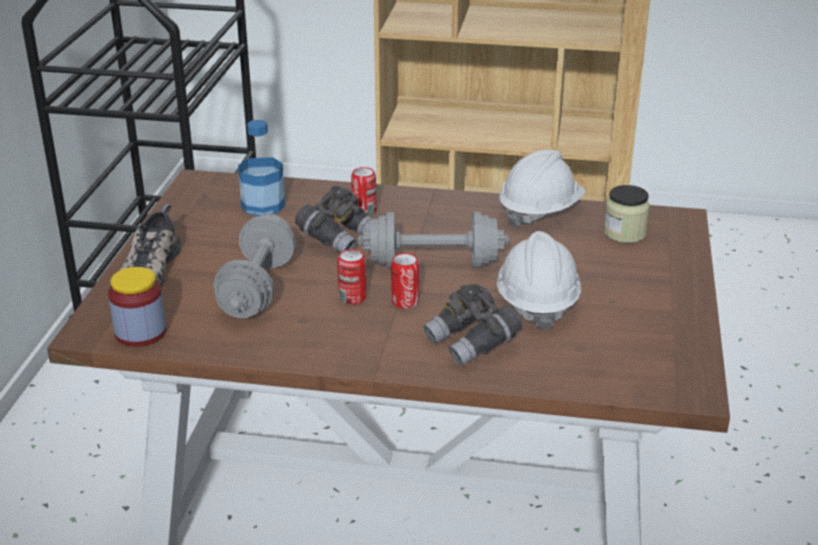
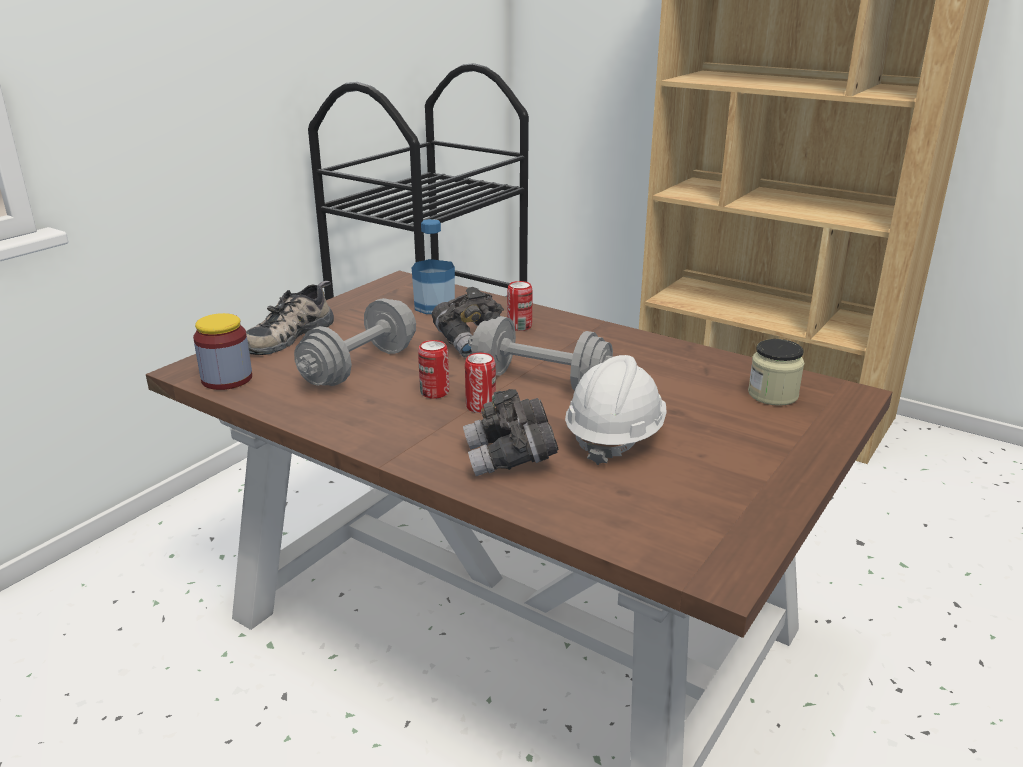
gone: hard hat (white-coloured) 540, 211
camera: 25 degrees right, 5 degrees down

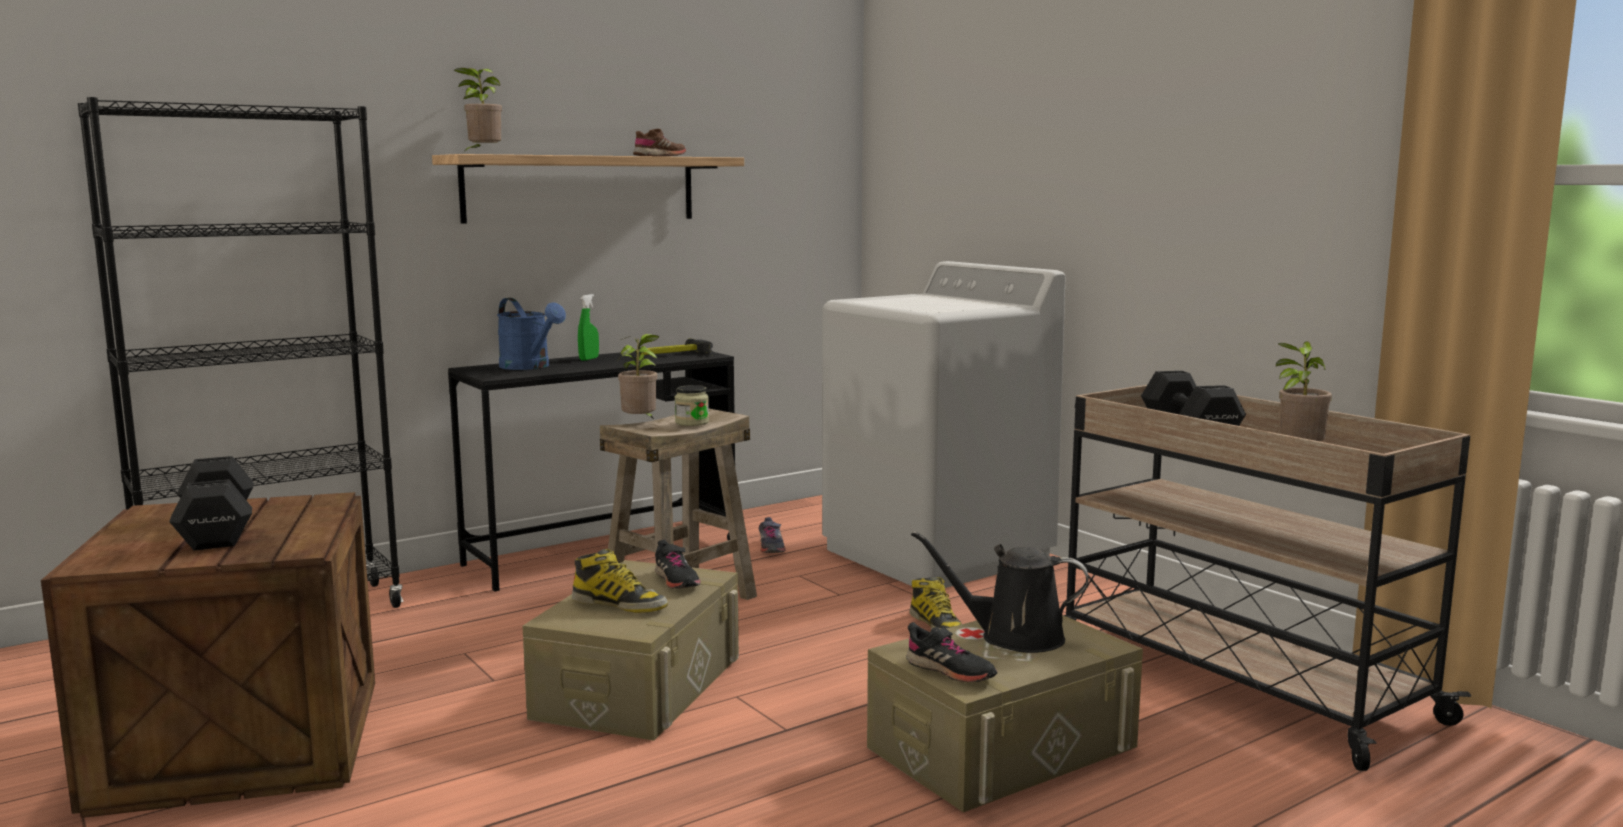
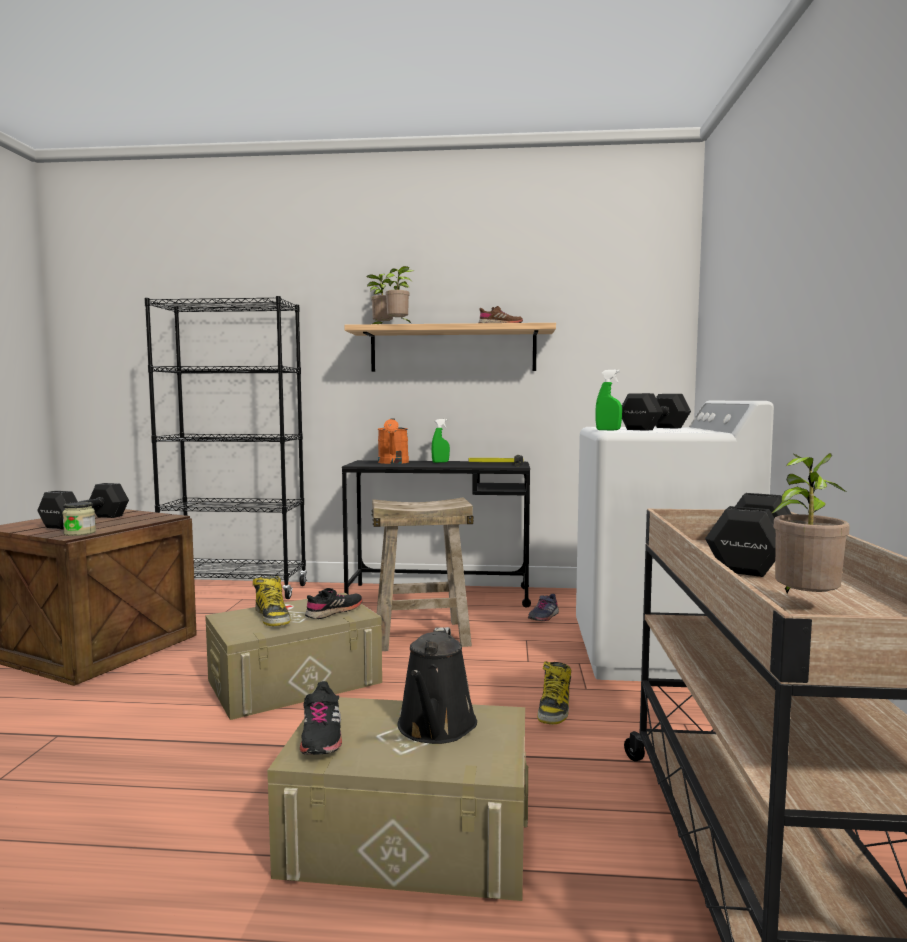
new: sprayer (greenish) 608, 430; dumbbell (blackish) 656, 428
shifted: jar 692, 422 to 80, 533; potted plant 641, 423 to 399, 324
repainted: watering pot (blue-coloured) 530, 367 to watering pot (orangey) 393, 463
rotated: shoe (blackish) 676, 581 = 334, 612 150 degrees counterclockwise; watering pot (blackish) 1013, 637 = 436, 728 135 degrees counterclockwise
camera: 40 degrees right, 5 degrees down

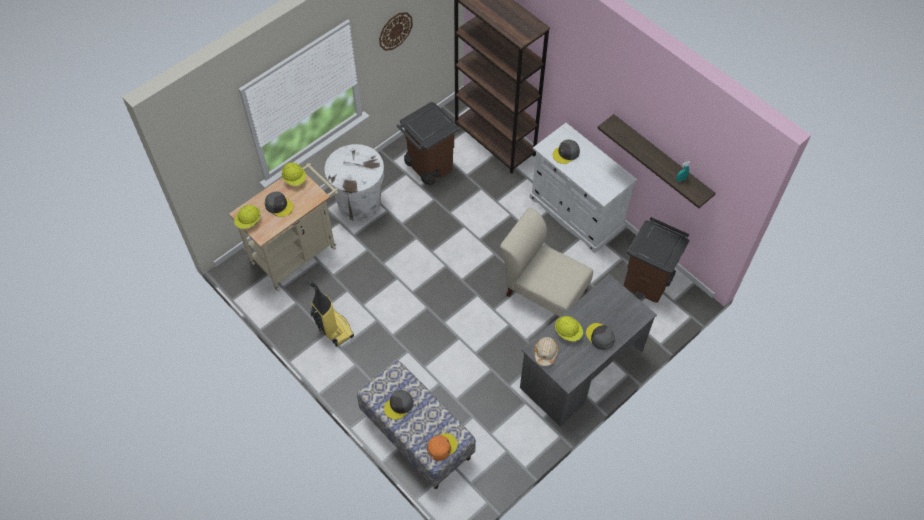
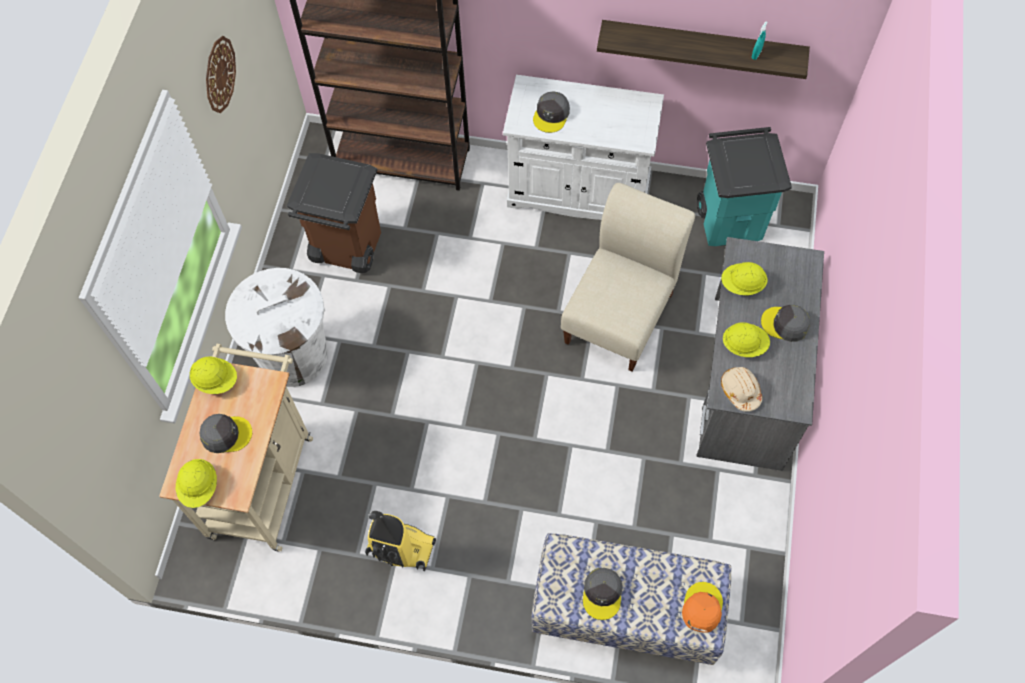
new: hard hat (yellow-coloured) 742, 285
repainted: trash can (brownish) 648, 282 to trash can (blue-green) 731, 221
rotated: plain chair (sand-coloured) 543, 290 = 621, 313 120 degrees clockwise
camera: 35 degrees left, 5 degrees up

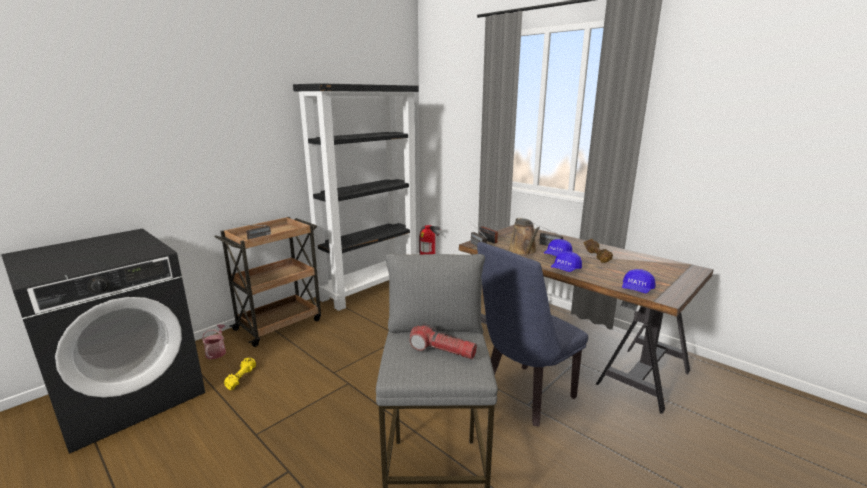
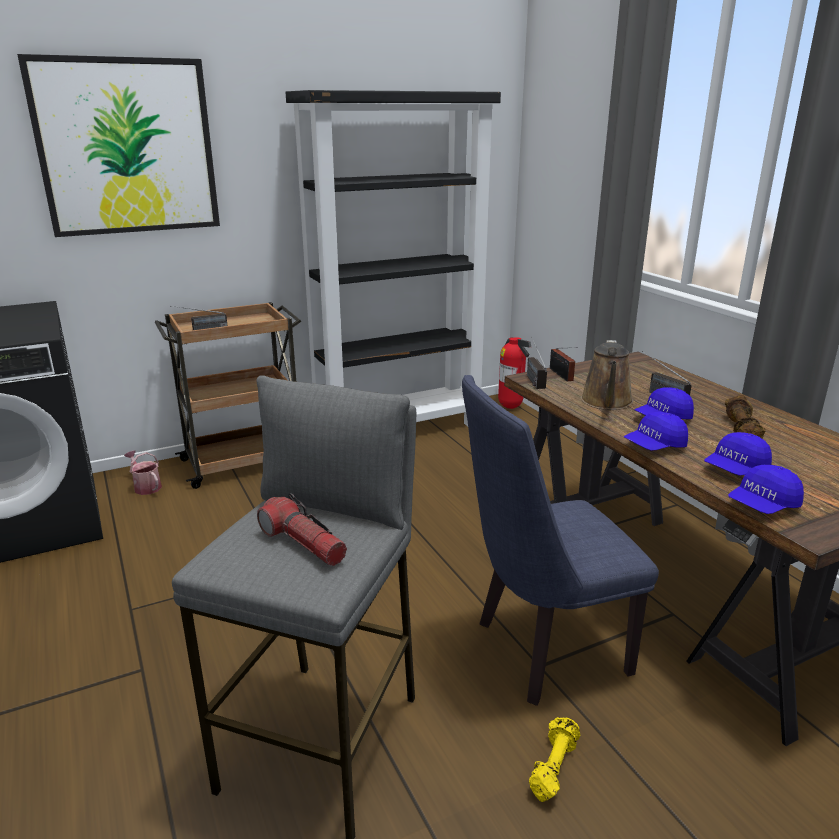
new: picture 127, 147; cap (blue-coloured) 735, 469
shifted: dumbbell (yellow-coloured) 241, 378 to 552, 767
rotated: watering pot 217, 352 = 146, 486 60 degrees counterclockwise
camera: 20 degrees right, 5 degrees up

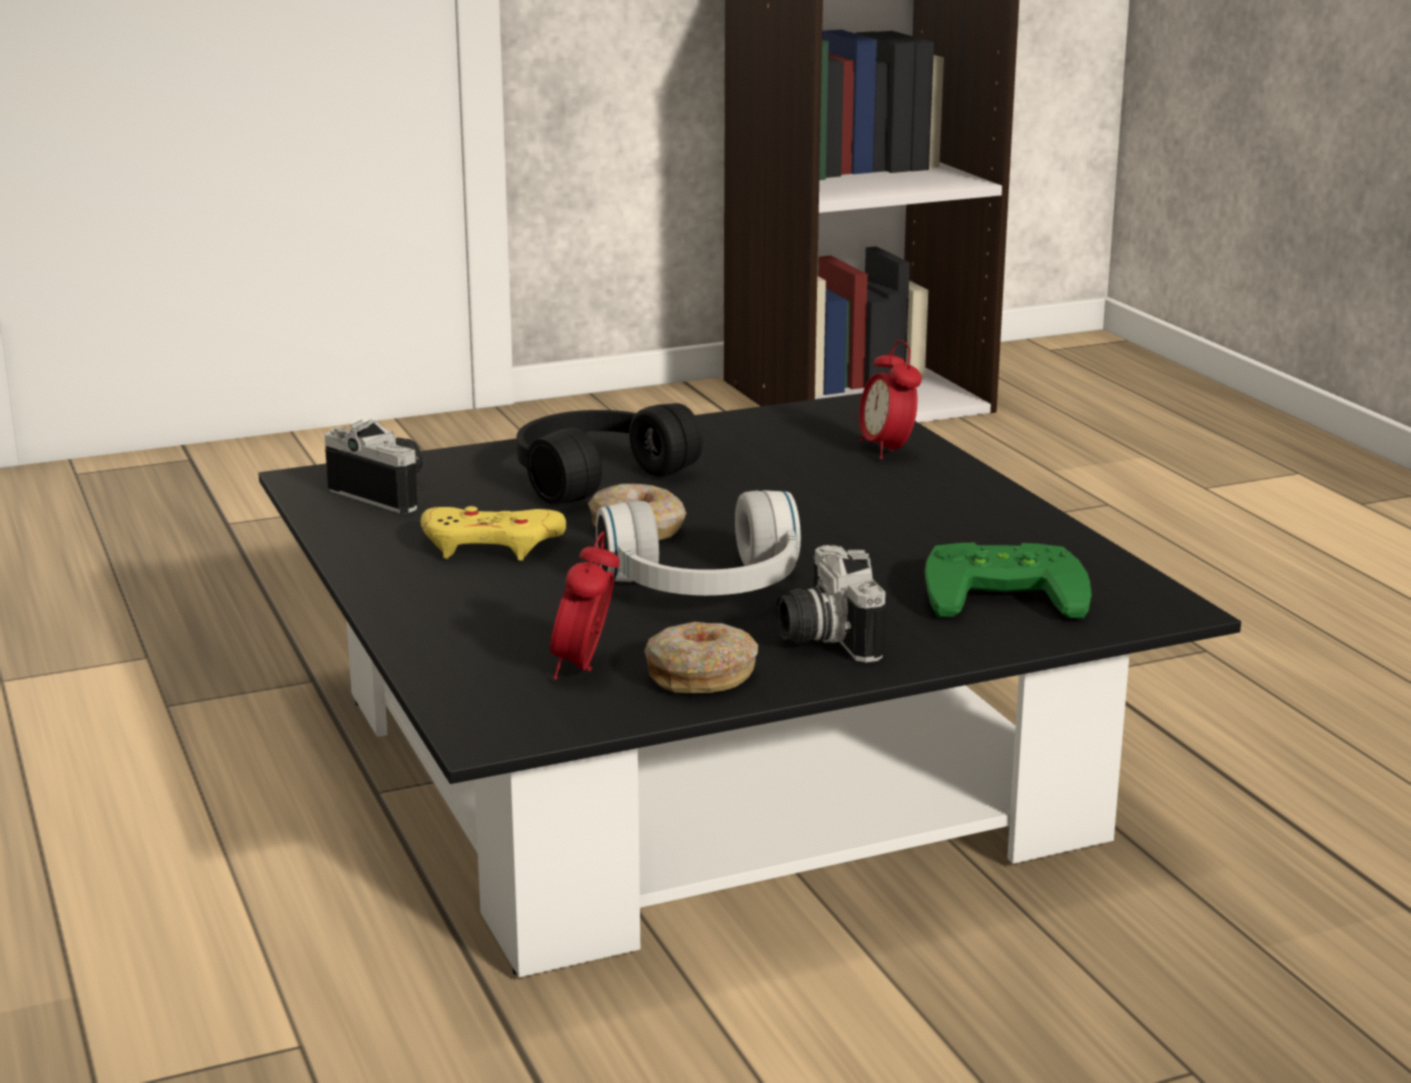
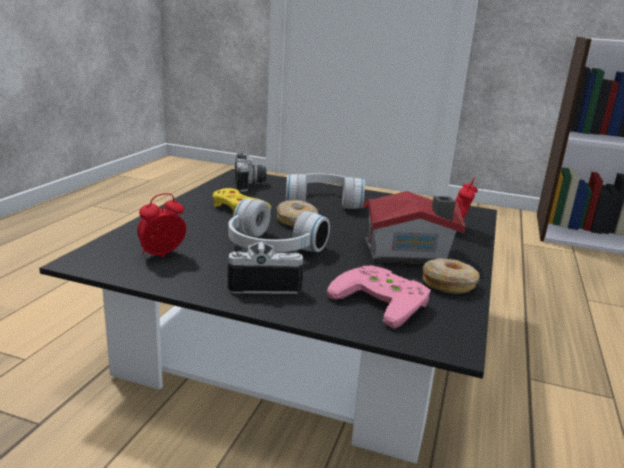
new: toy house 409, 253
shifted: doughnut 701, 675 to 449, 284
repainted: pair of headphones (blackish) 593, 476 to pair of headphones (white-coloured) 323, 201; joypad (greenish) 1003, 591 to joypad (pinkish) 384, 300
rotated: still camera 822, 638 = 264, 283 60 degrees clockwise
camera: 40 degrees right, 0 degrees up

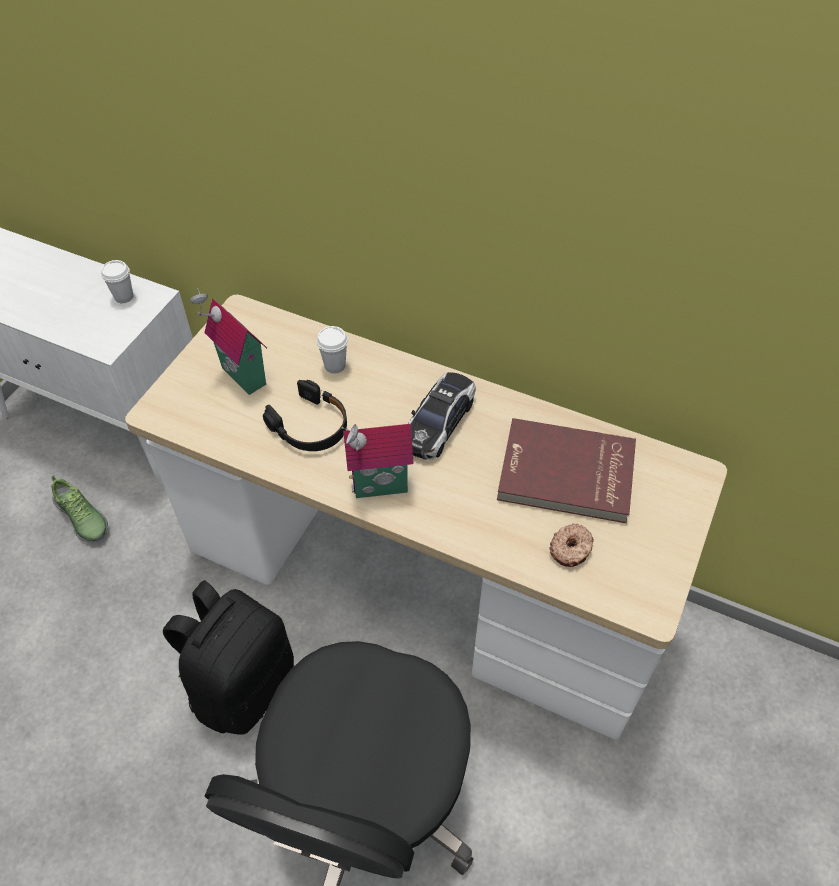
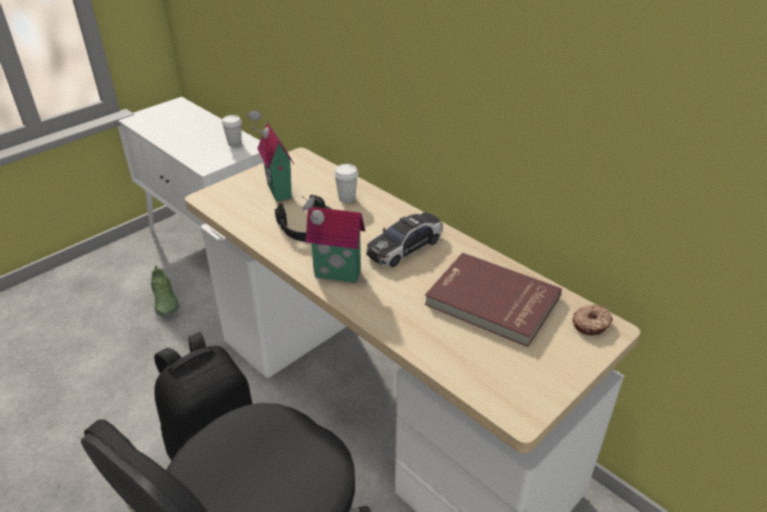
shifted: doughnut 571, 549 to 591, 325
camera: 20 degrees right, 15 degrees down

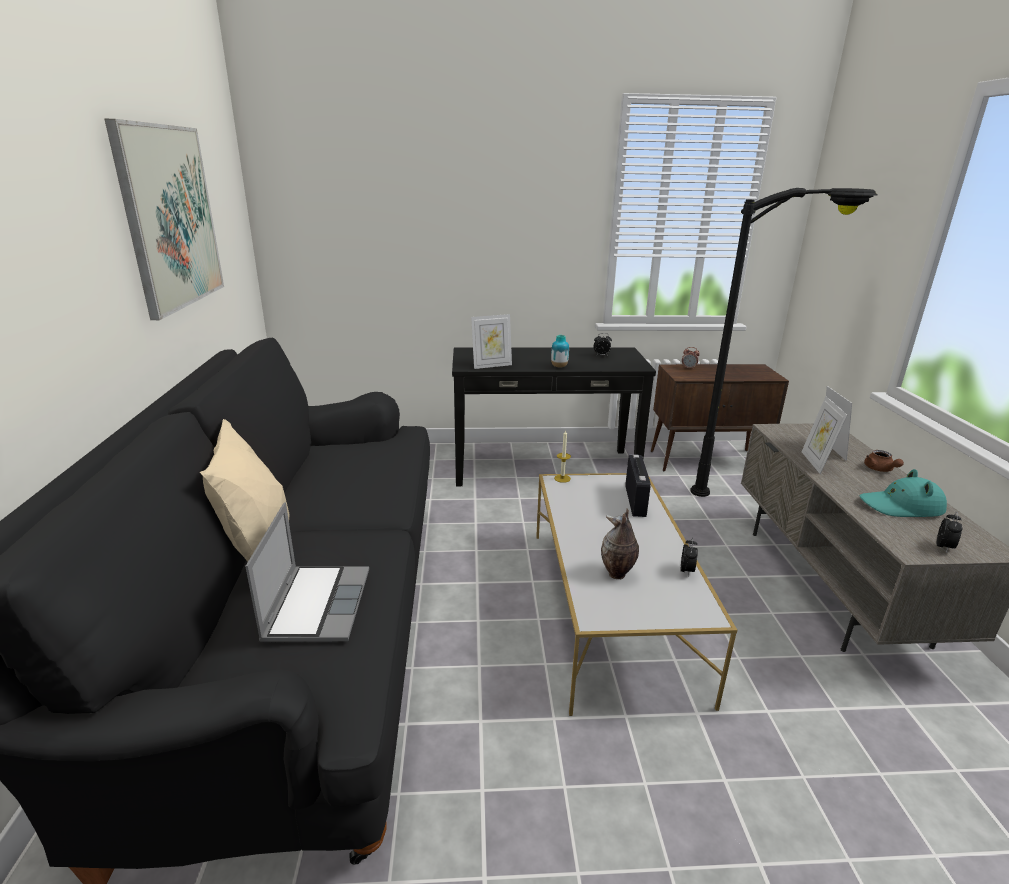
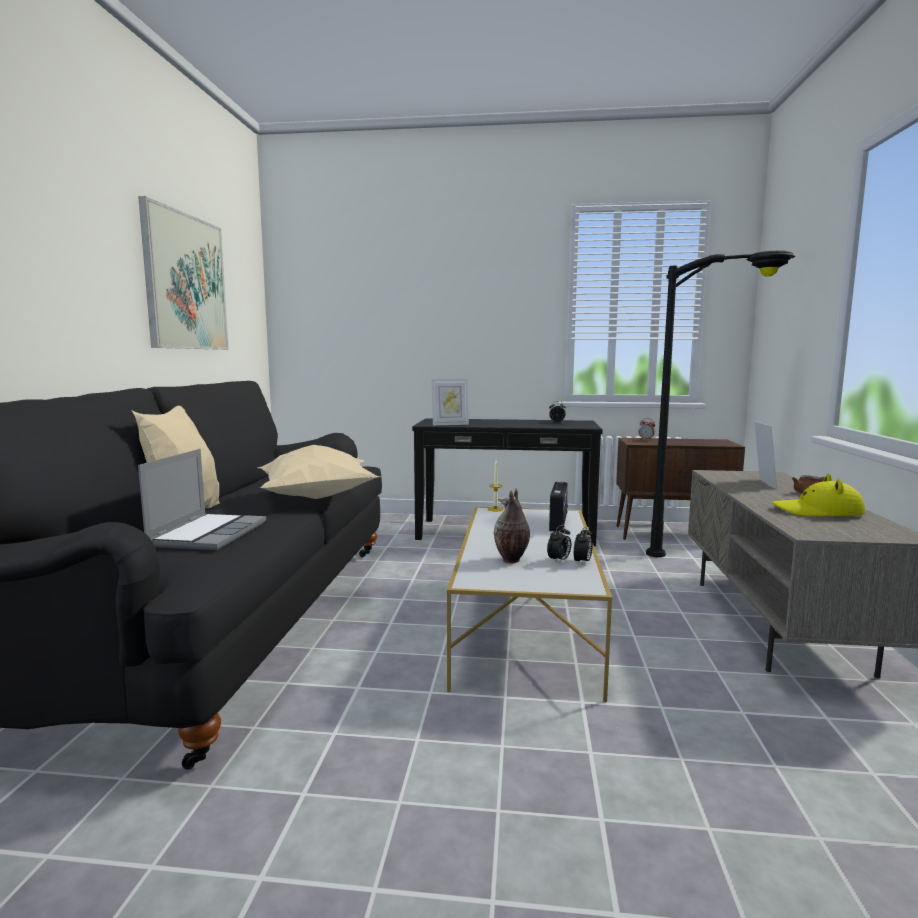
gone: decorative vase 559, 366; photo frame 815, 462
new: throw pillow (sand-coloured) 319, 499
shifted: alarm clock 944, 547 to 559, 560
repainted: clothing hat (blue-green) 901, 506 to clothing hat (yellow-coloured) 818, 512
camera: 10 degrees right, 15 degrees down

